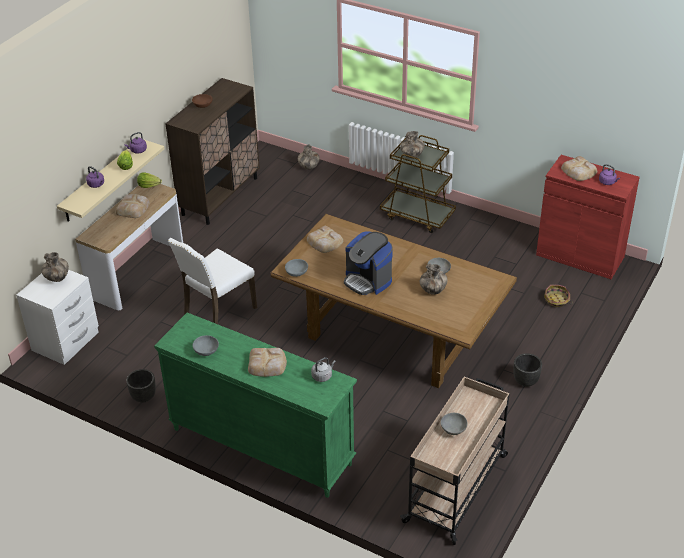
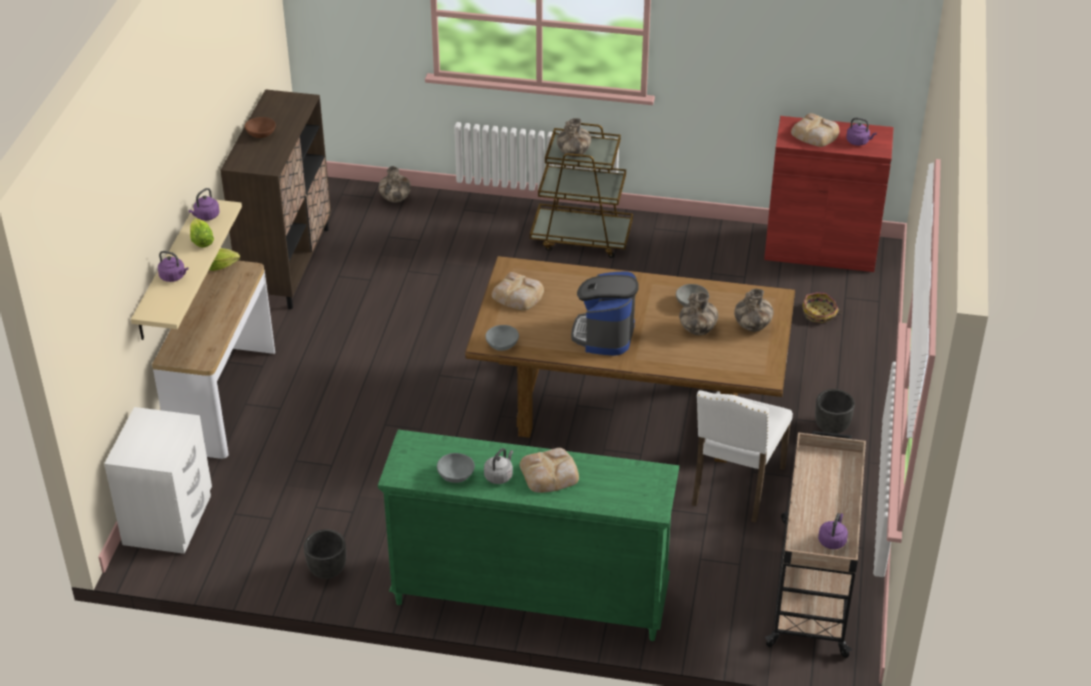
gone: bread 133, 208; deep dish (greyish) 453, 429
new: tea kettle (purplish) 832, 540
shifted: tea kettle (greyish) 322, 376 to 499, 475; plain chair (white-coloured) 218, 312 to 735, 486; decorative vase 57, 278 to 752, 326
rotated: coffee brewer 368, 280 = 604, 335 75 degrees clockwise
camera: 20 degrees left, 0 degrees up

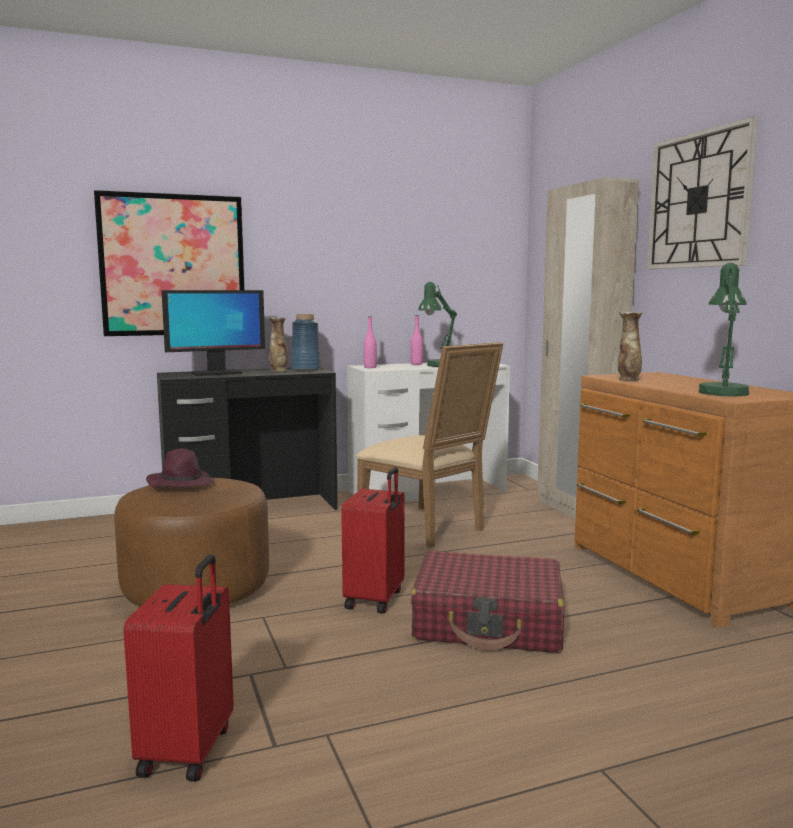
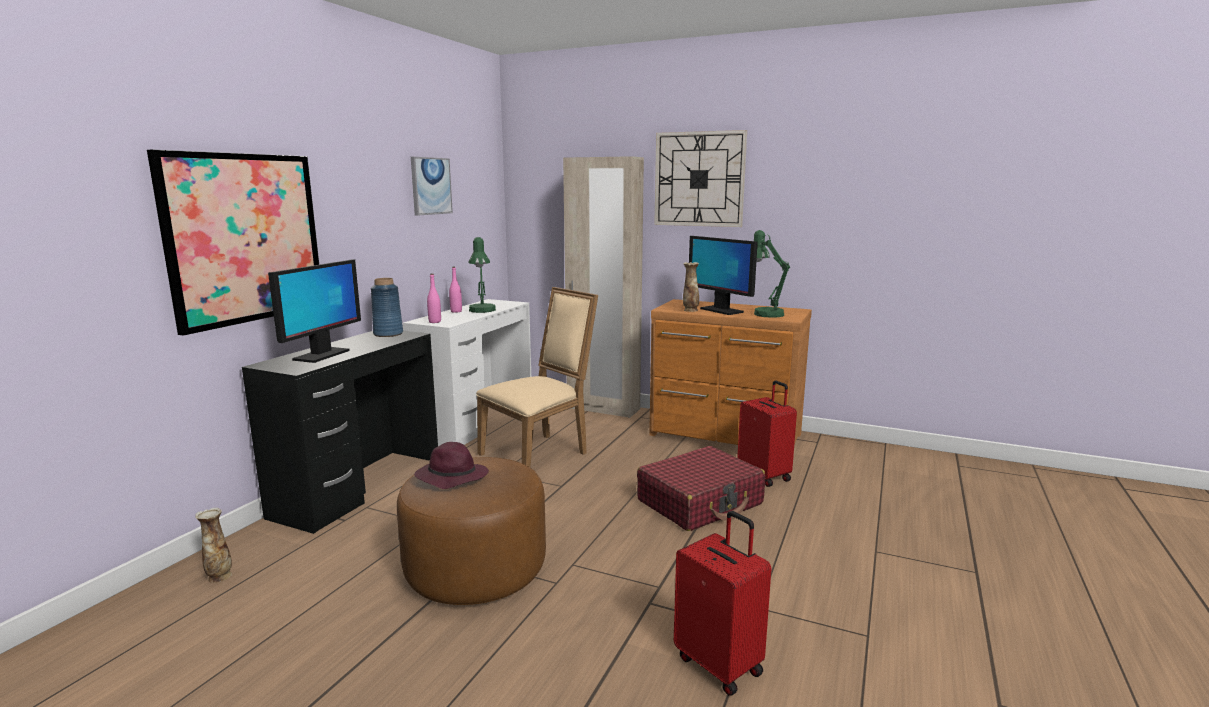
new: picture 430, 186; computer screen 721, 310
shifted: decorative vase 278, 370 to 219, 576; suitcase (red-coloured) 376, 599 to 765, 475
rotated: plain chair (sand-coloured) 428, 528 = 539, 453 45 degrees counterclockwise
camera: 45 degrees left, 5 degrees up

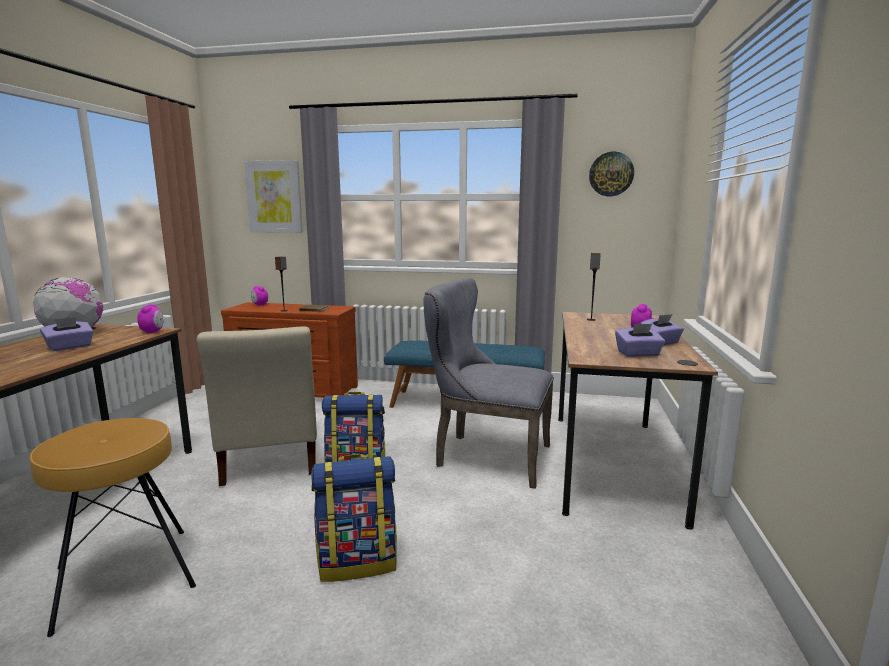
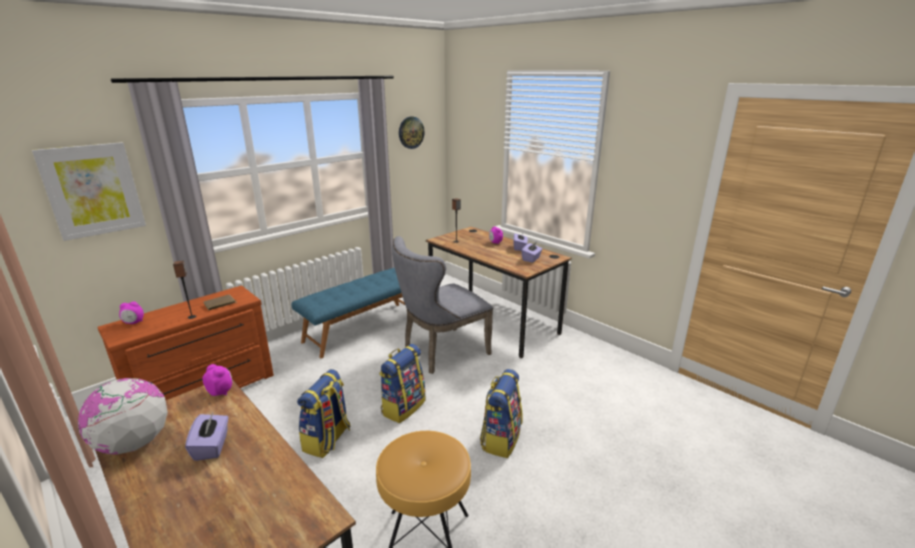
swapped: plain chair (sand-coloured) 270, 457 to backpack 327, 440
camera: 55 degrees left, 10 degrees up

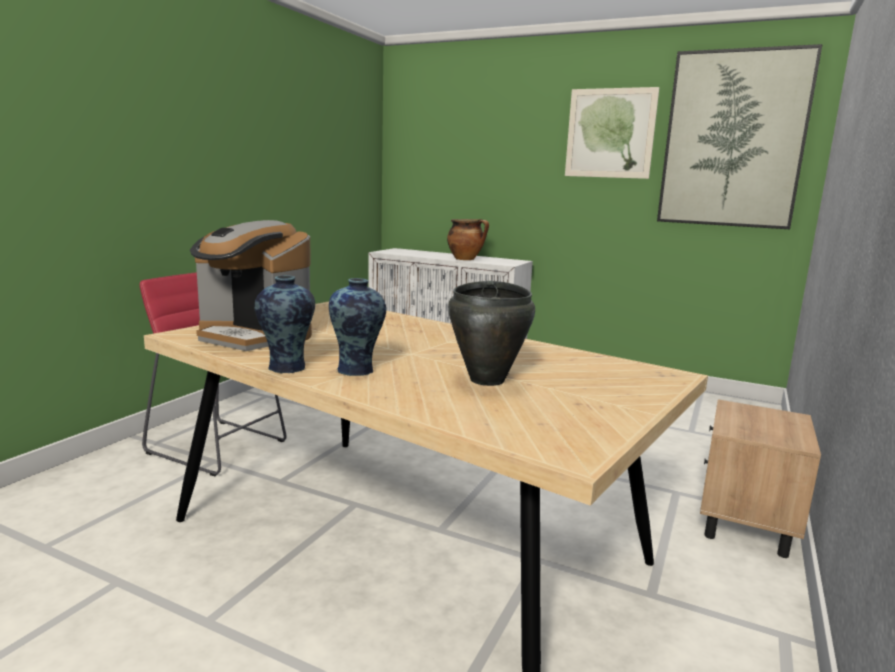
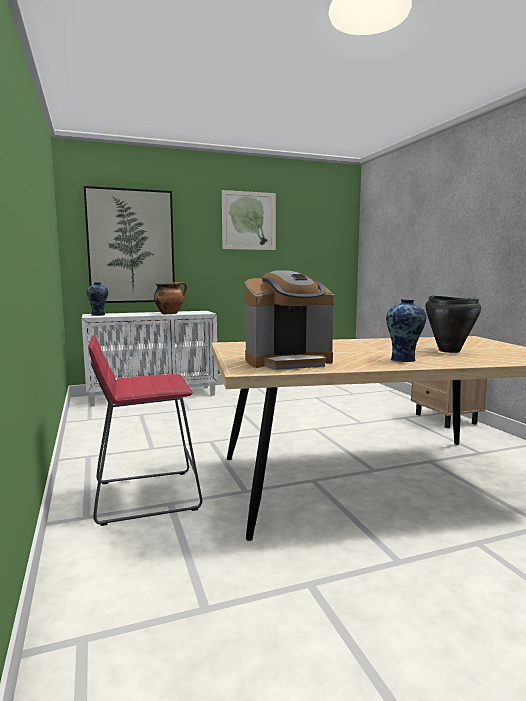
shifted: picture 733, 140 to 131, 246; decorative vase 287, 368 to 98, 315
camera: 45 degrees left, 5 degrees down

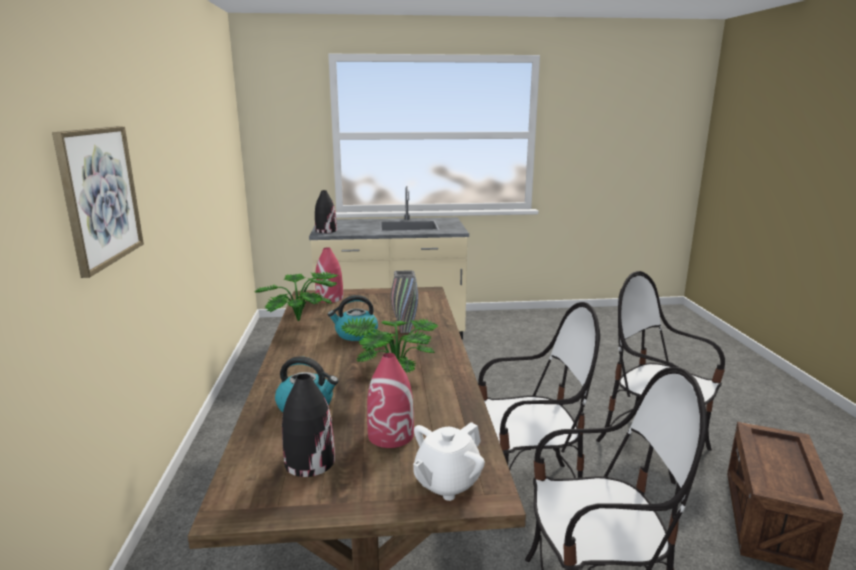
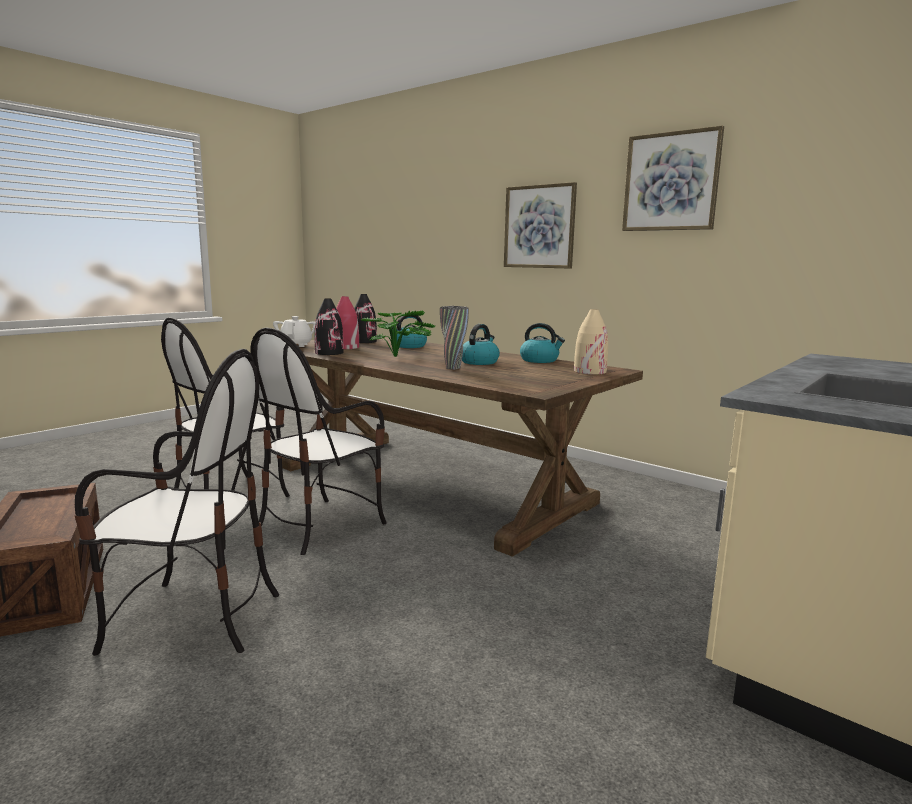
new: picture 671, 182
shifted: decorative vase (blackish) 325, 231 to 329, 353
swapped: potted plant 302, 322 to tea kettle 540, 360
repainted: decorative vase (red-coloured) 329, 298 to decorative vase (sand-coloured) 589, 371
camera: 135 degrees right, 5 degrees down

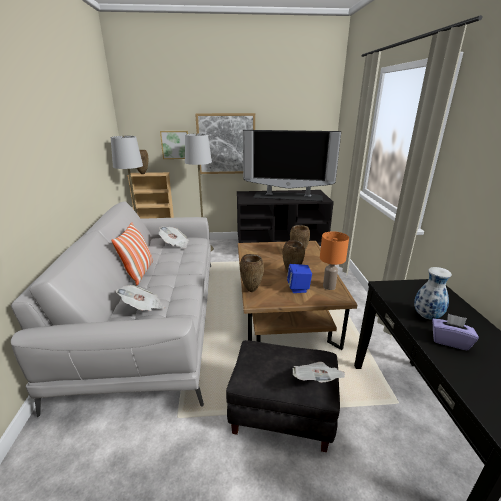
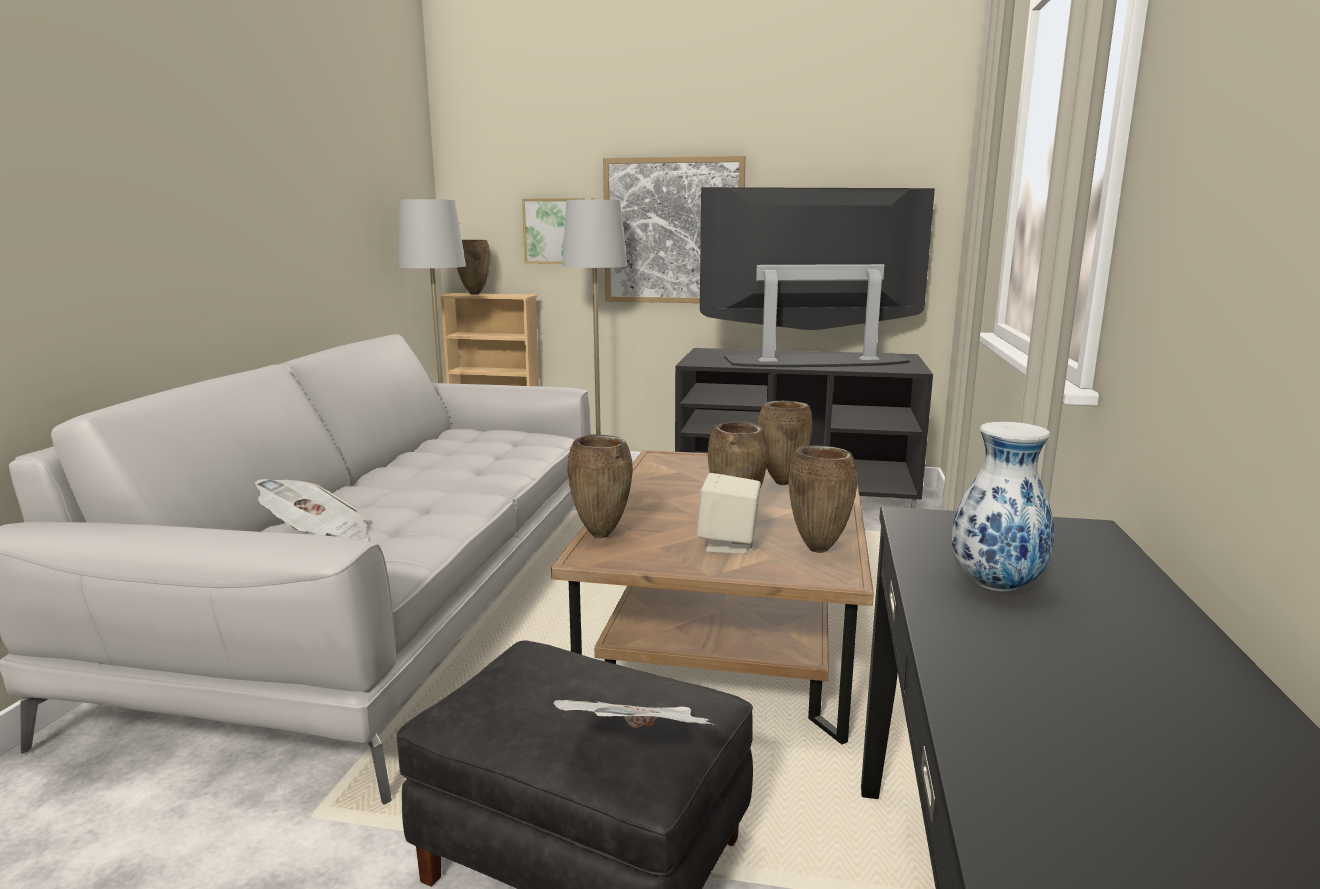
gone: throw pillow 139, 273; daily paper 175, 244; tissue holder (purplish) 449, 341
swapped: lamp for a table (orangey) 329, 286 to decorative vase (brownish) 819, 549
repainted: speaker (blue-coloured) 298, 288 to speaker (sand-coloured) 728, 544
rotated: TV 288, 196 = 815, 360 150 degrees clockwise
camera: 15 degrees right, 10 degrees down

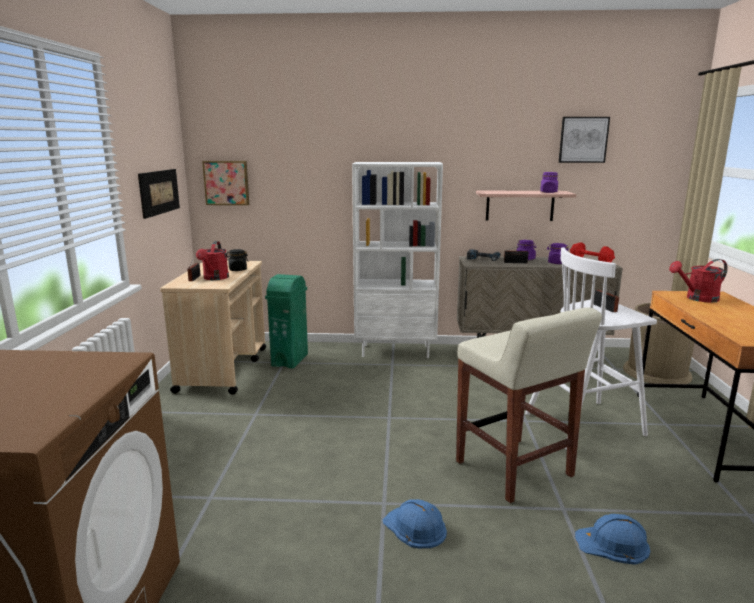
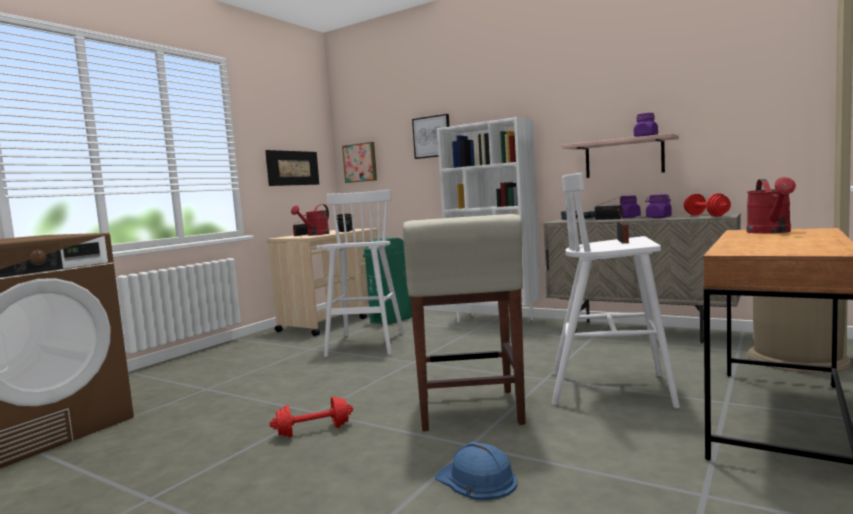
new: stool (white-coloured) 366, 345
shifted: picture 583, 140 to 432, 137
swapped: hard hat (blue-coloured) 415, 527 to dumbbell (red-coloured) 313, 431
rotated: watering pot (red-coloured) 697, 299 = 771, 232 90 degrees counterclockwise
camera: 30 degrees right, 10 degrees down

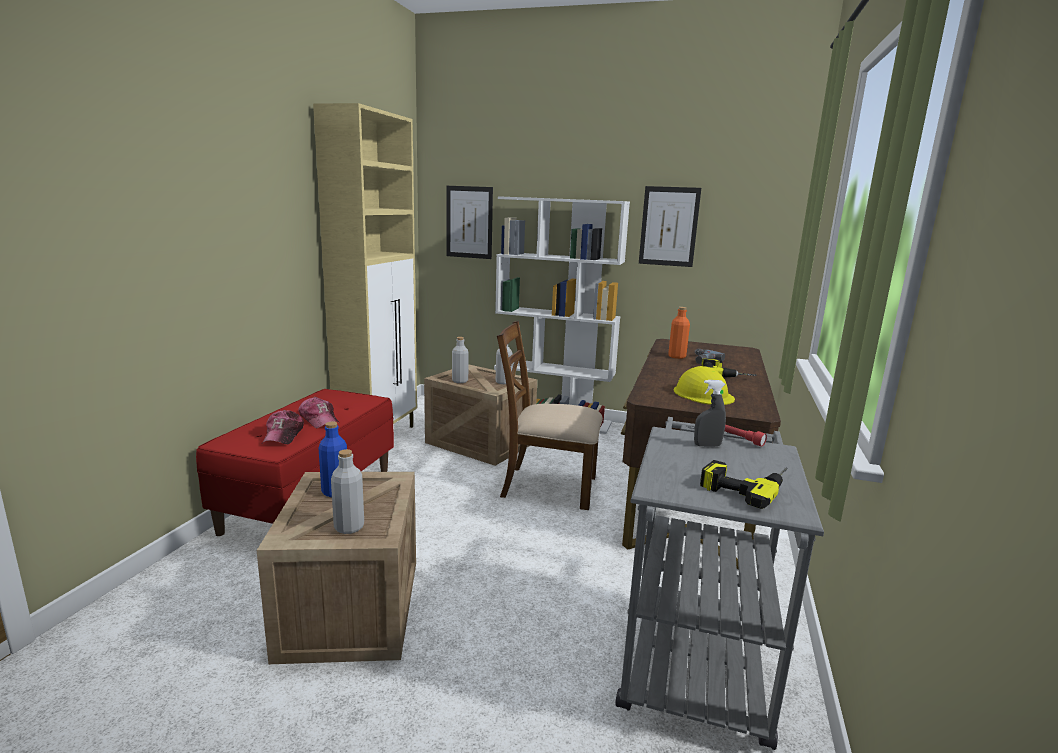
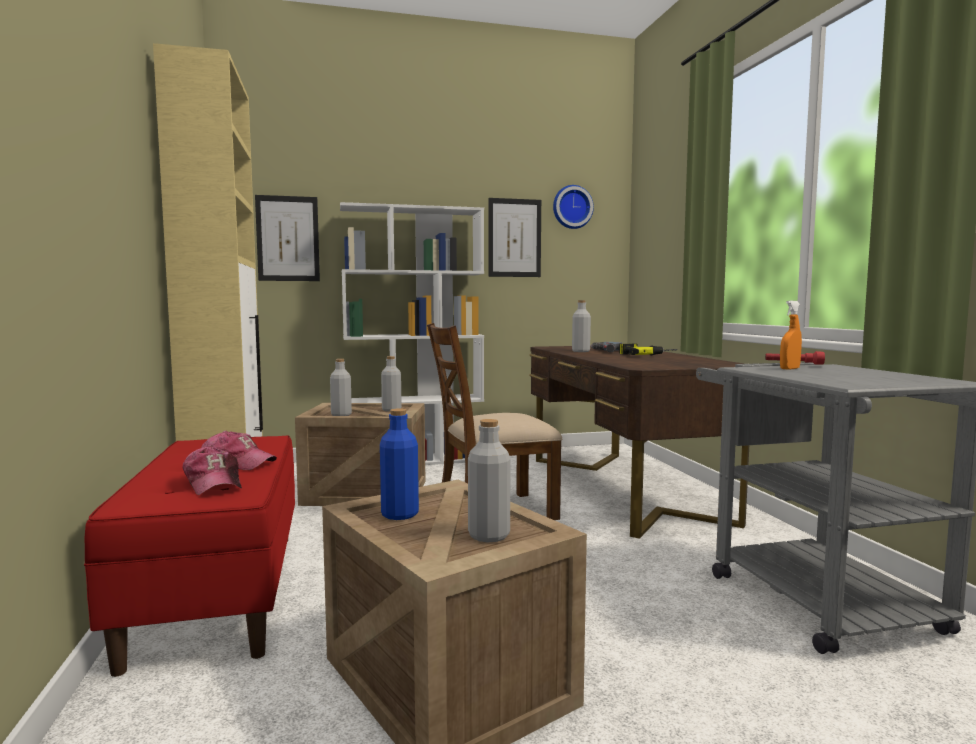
gone: hard hat (yellow-coloured) 703, 394; power drill 745, 484
new: hanging clock 571, 207
repainted: bottle (orangey) 677, 356 to bottle (greyish) 581, 351; sprayer (greyish) 707, 445 to sprayer (orangey) 789, 369
camera: 30 degrees left, 10 degrees down

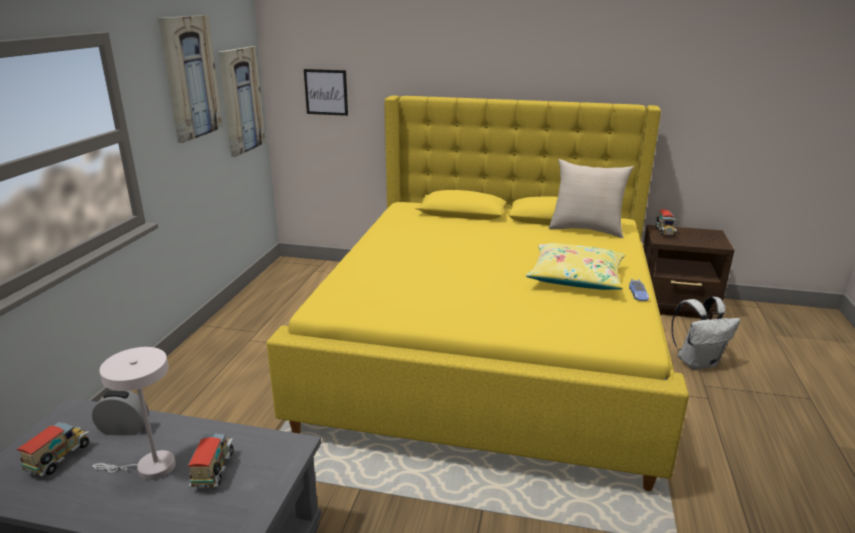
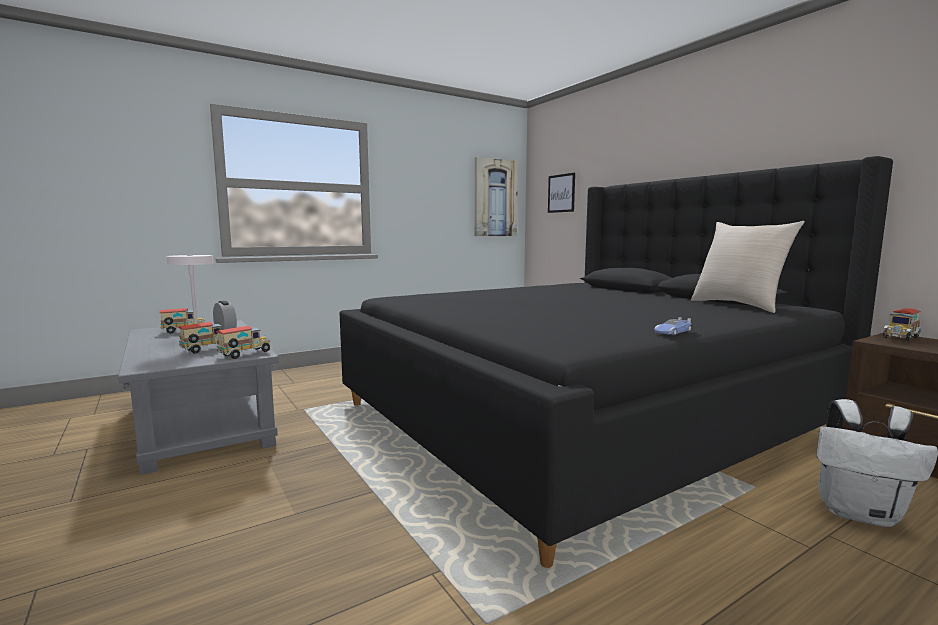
gone: picture 190, 77; throw pillow (yellow-coloured) 575, 277
new: model truck 245, 355
repainted: sleeping bed (yellow-coloured) 490, 350 to sleeping bed (blackish) 584, 416
camera: 45 degrees right, 15 degrees down

